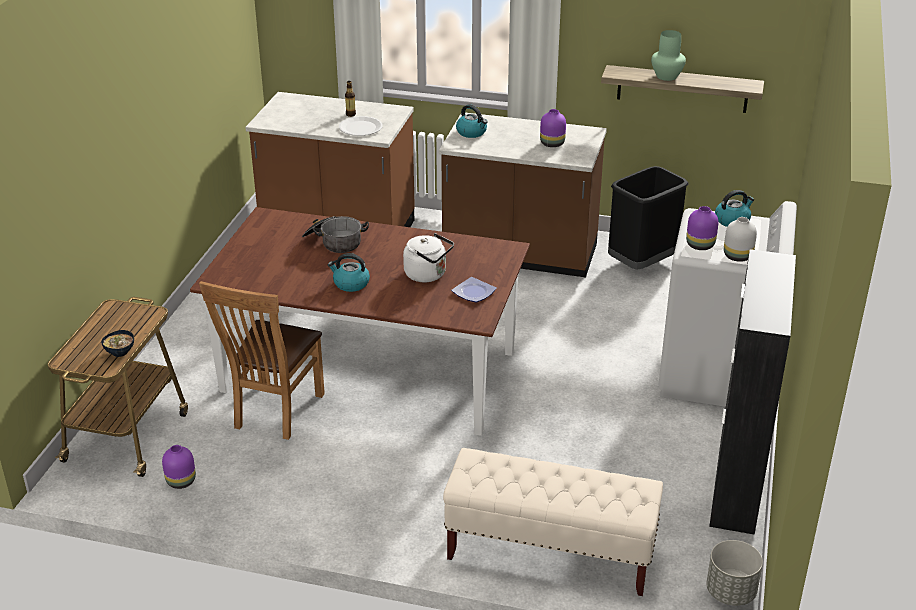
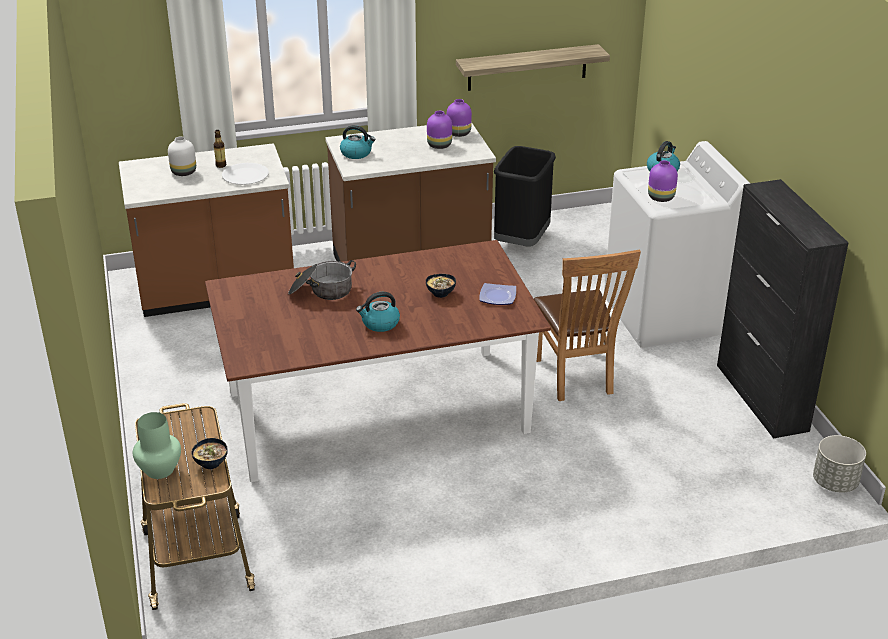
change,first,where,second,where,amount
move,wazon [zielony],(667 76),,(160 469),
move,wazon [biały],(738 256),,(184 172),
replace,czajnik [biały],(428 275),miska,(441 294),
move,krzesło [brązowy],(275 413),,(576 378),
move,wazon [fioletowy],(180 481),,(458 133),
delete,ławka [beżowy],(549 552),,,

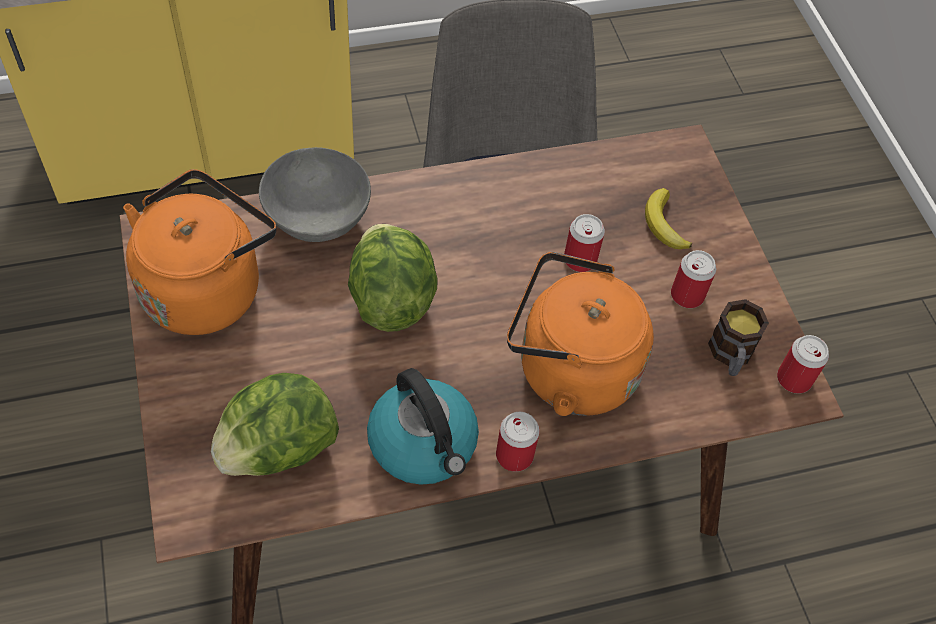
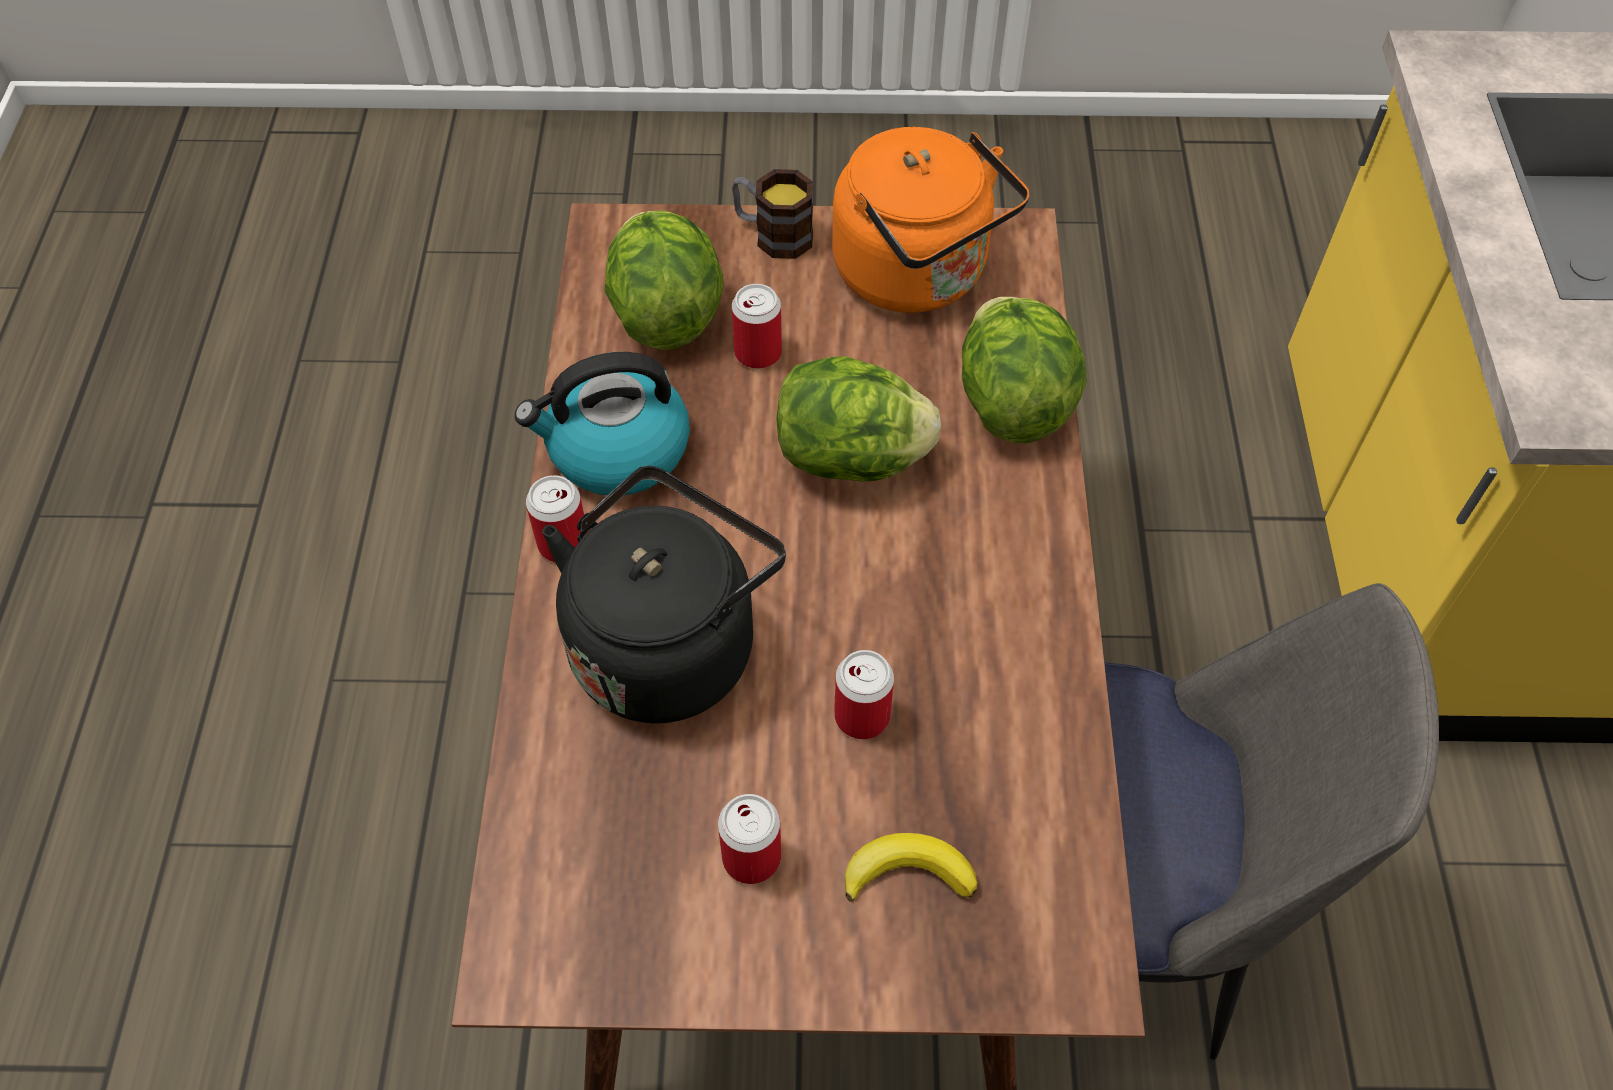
change,first,where,second,where,amount
replace,miska [szary],(317 217),sałata,(1012 401),
recolor,czajnik [pomarańczowy],(569 370),czajnik [czarny],(669 643),
move,kubek,(730 356),,(773 234),
move,puszka,(794 379),,(758 352),

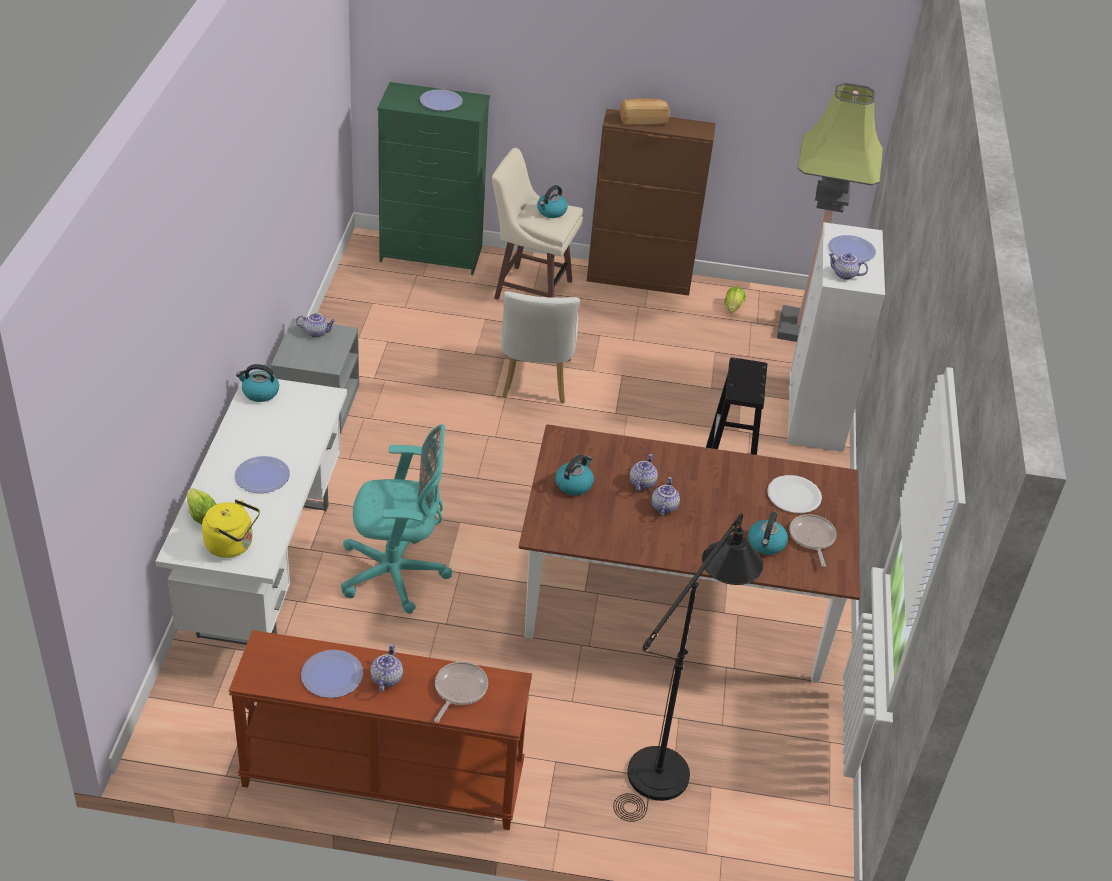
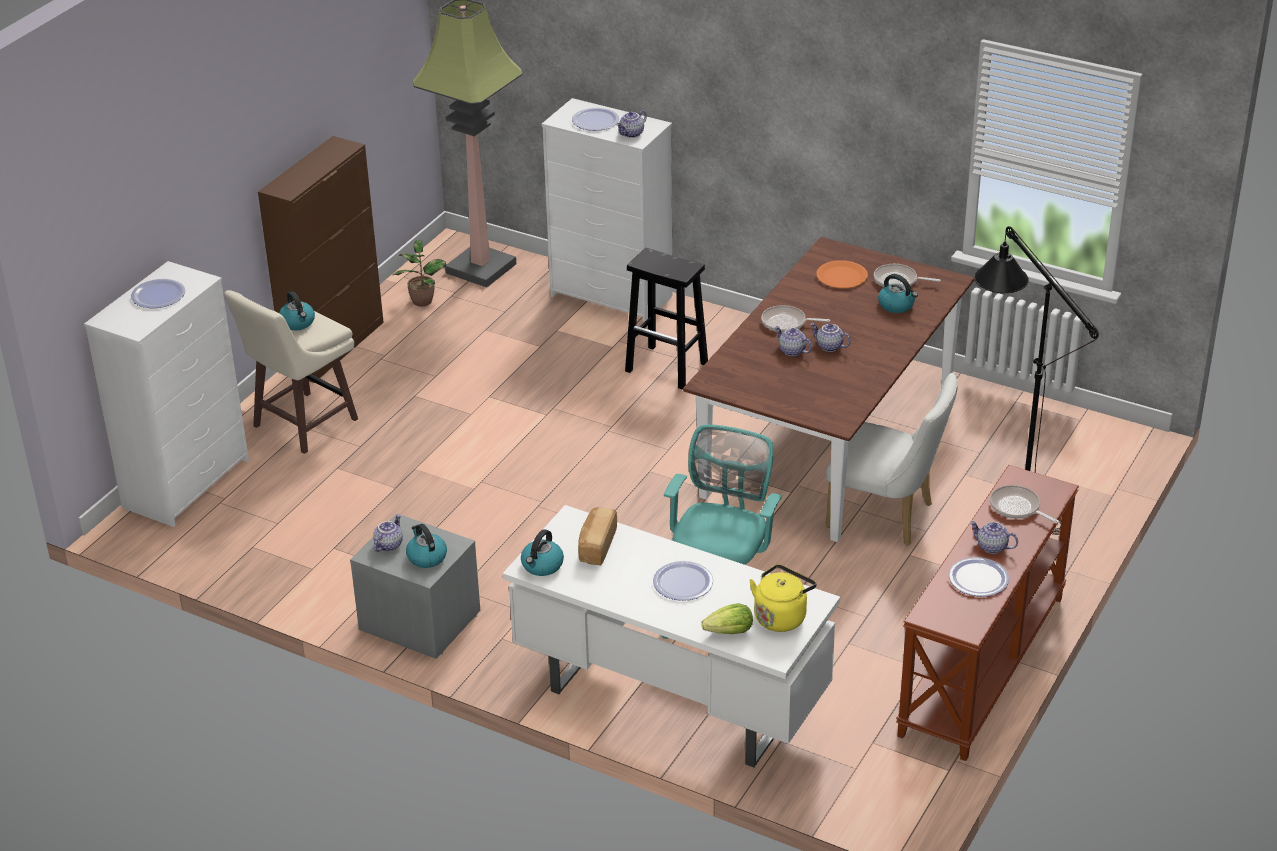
change,first,where,second,where,amount
recolor,komoda [zielony],(432 254),komoda [biały],(187 483),
move,chleb,(643 120),,(596 546),
replace,sałata,(733 308),roślina doniczkowa,(422 300),
move,krzesło [biały],(535 383),,(887 517),
move,czajnik,(574 484),,(426 557),
recolor,talerz [biały],(794 496),talerz [pomarańczowy],(842 276),
insert,,,patelnia,(786 323),

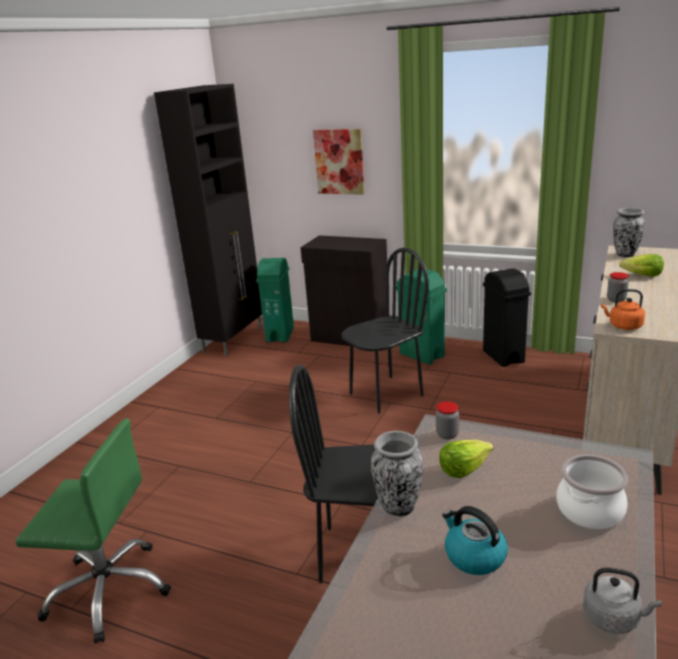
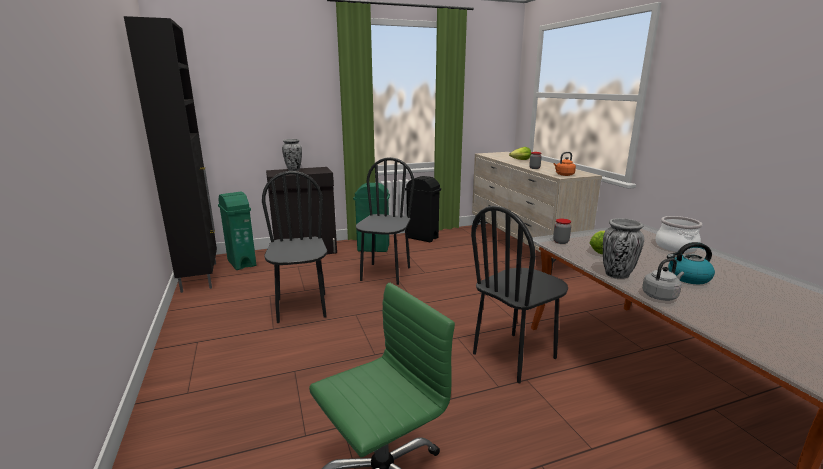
change,first,where,second,where,amount
delete,obraz,(339 161),,,
move,wazon,(625 255),,(294 170),
move,czajnik [szary],(614 618),,(661 295),
insert,,,krzesło [czarny],(301 307),

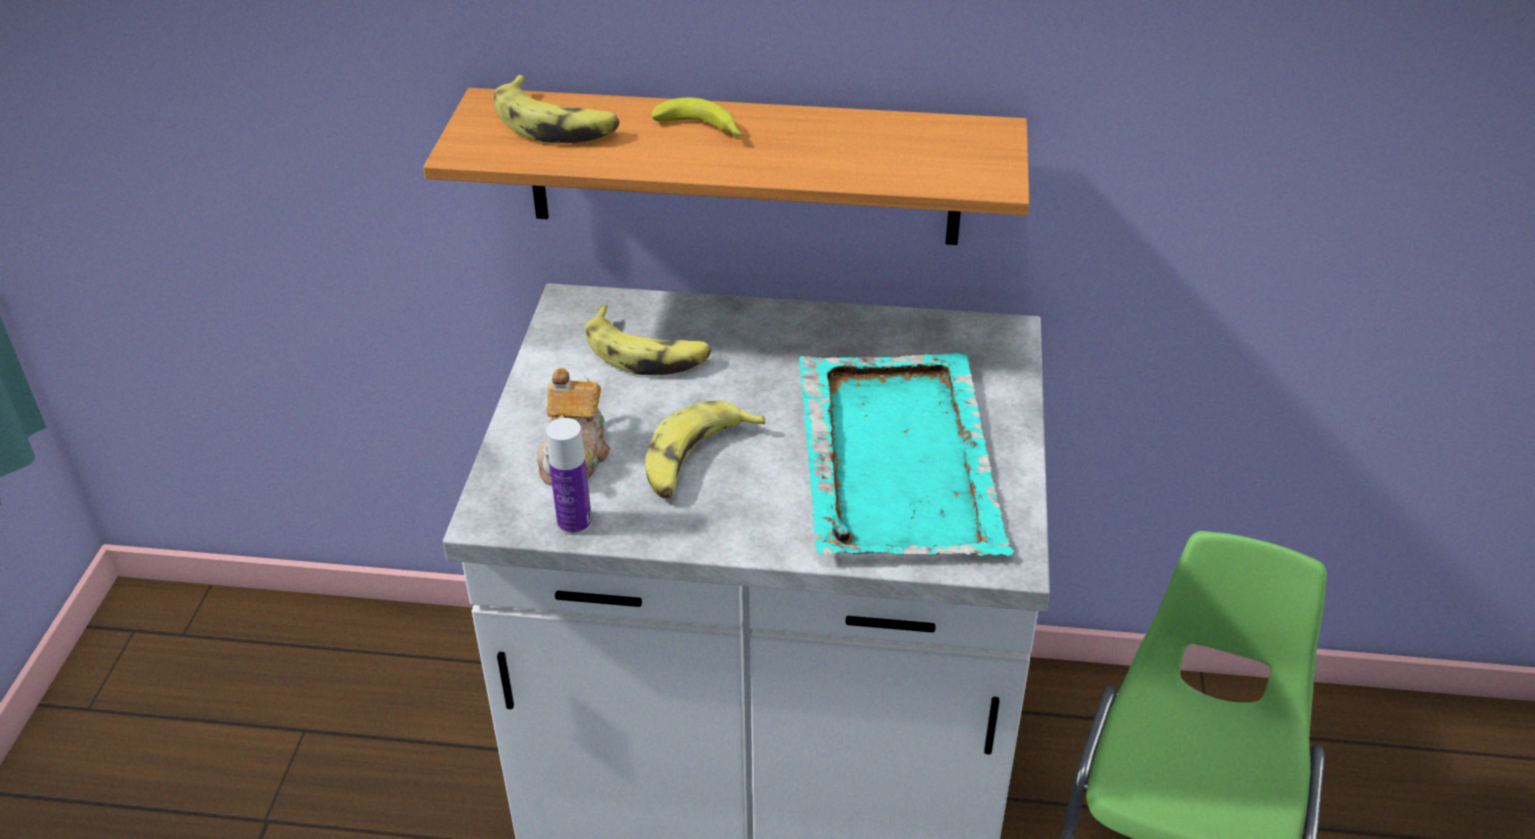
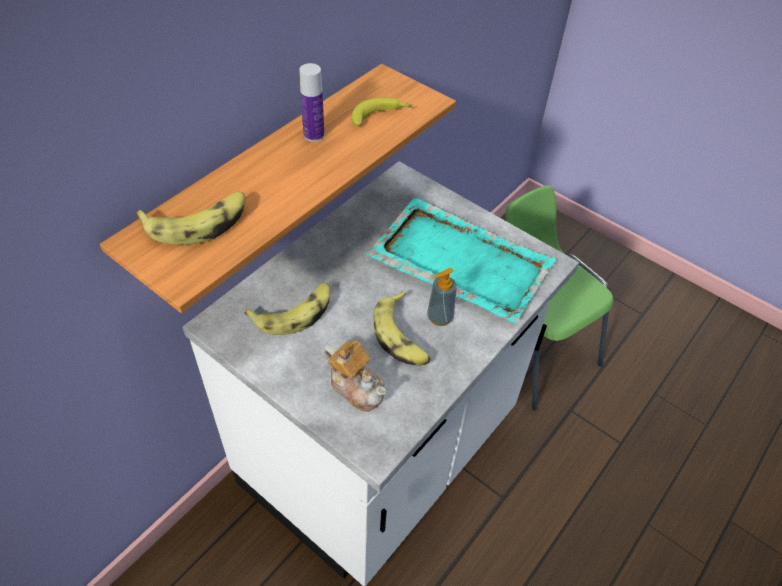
change,first,where,second,where,amount
move,banan,(702 130),,(381 116),
move,butelka,(574 523),,(314 135),
insert,,,dozownik mydła,(440 317),

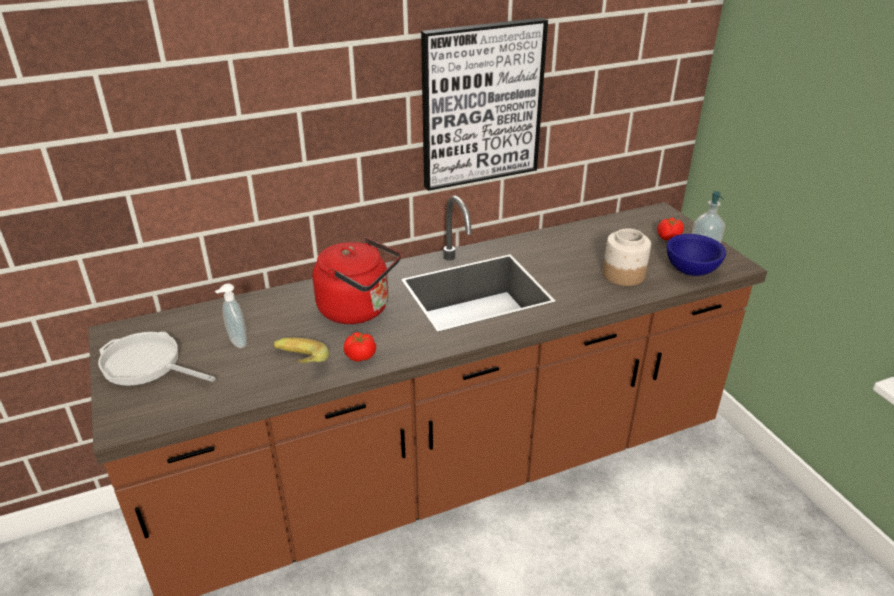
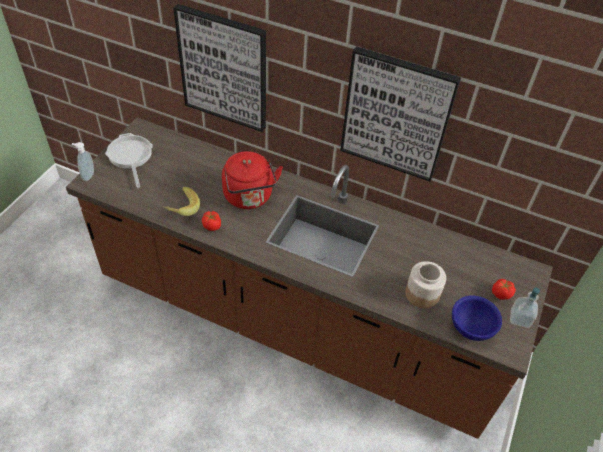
change,first,where,second,where,amount
move,dozownik mydła,(236 343),,(87 175),
insert,,,obraz,(224 68),

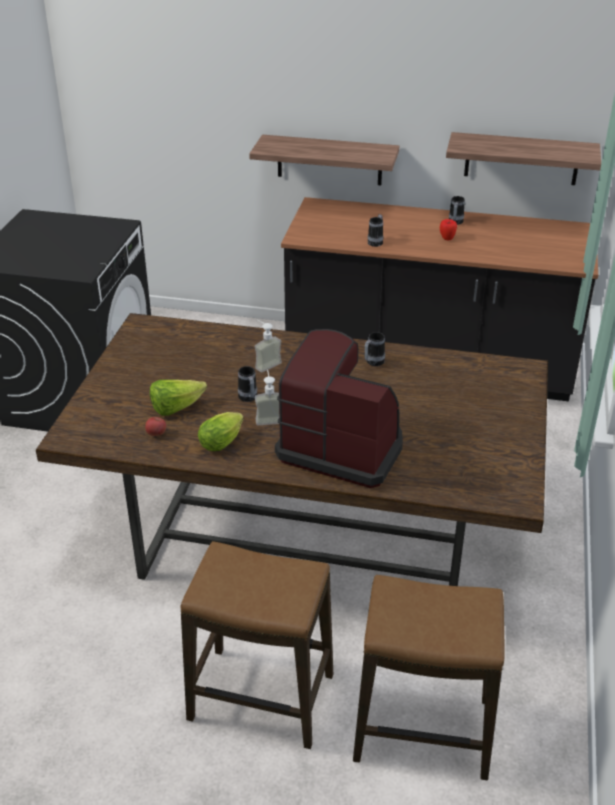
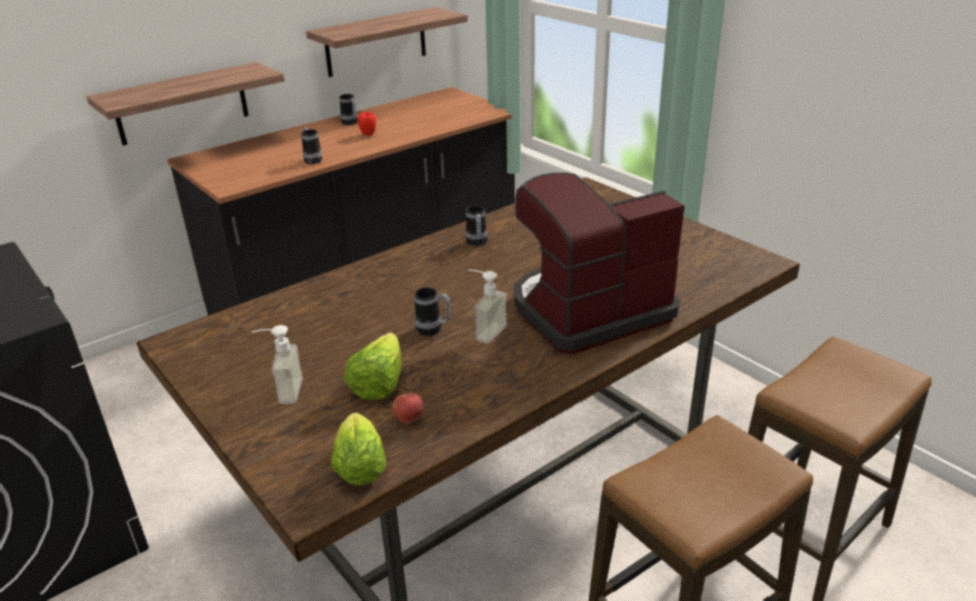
change,first,where,second,where,amount
move,dozownik mydła,(264 363),,(282 391),
move,sałata,(223 441),,(360 464),

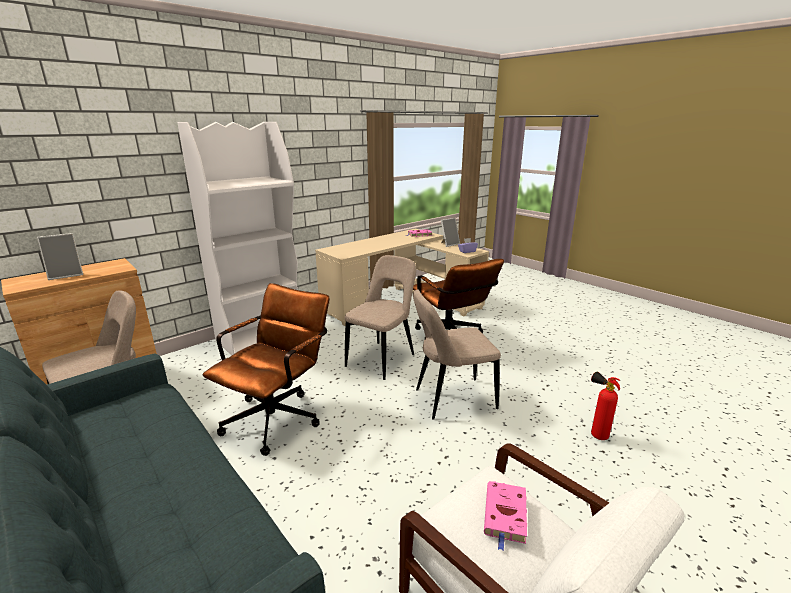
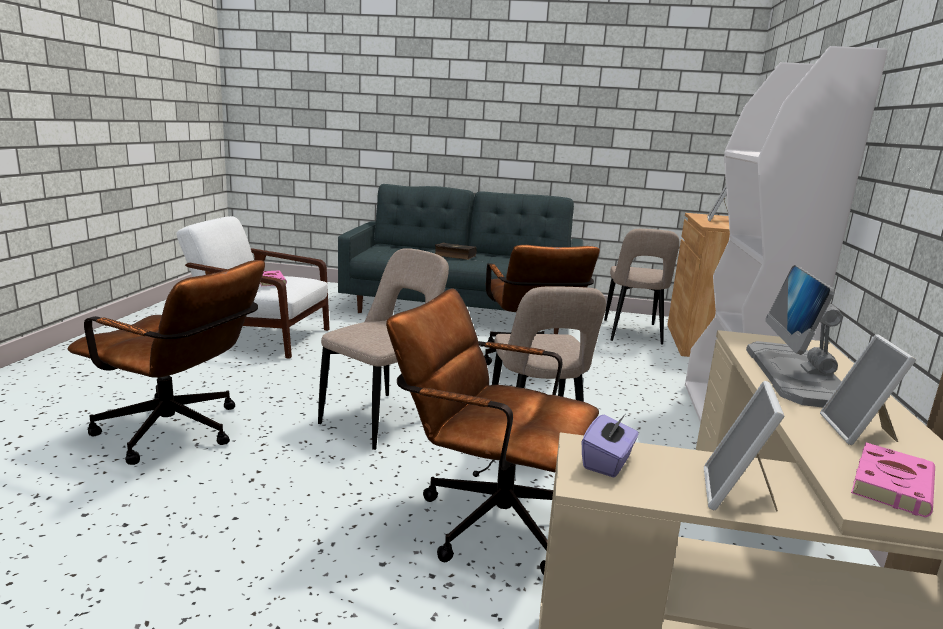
change,first,where,second,where,amount
replace,gaśnica,(595 434),krzesło biurowe [brązowy],(179 433),
insert,,,książka,(454 256),
insert,,,monitor,(796 375),
insert,,,ramka na zdjęcie,(858 432),

